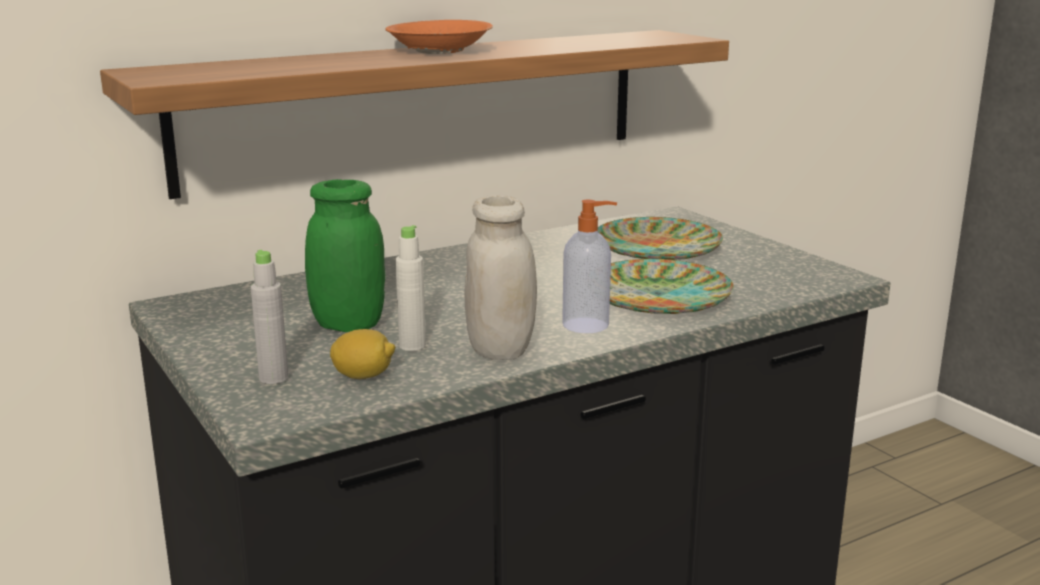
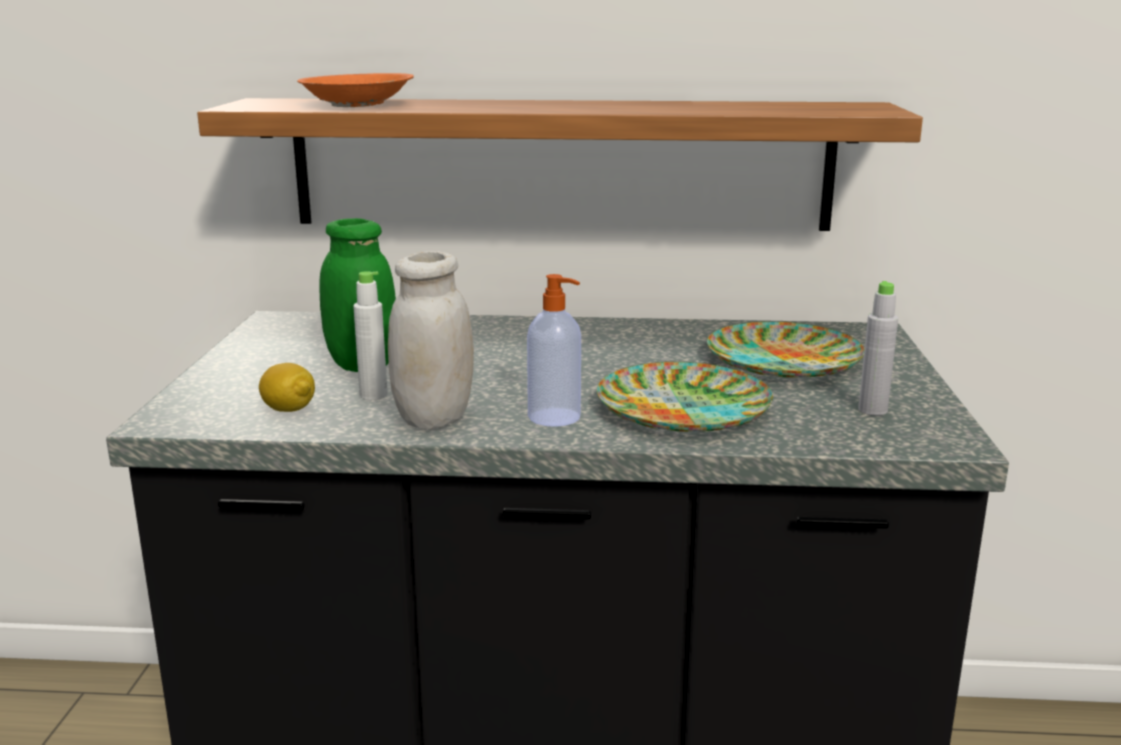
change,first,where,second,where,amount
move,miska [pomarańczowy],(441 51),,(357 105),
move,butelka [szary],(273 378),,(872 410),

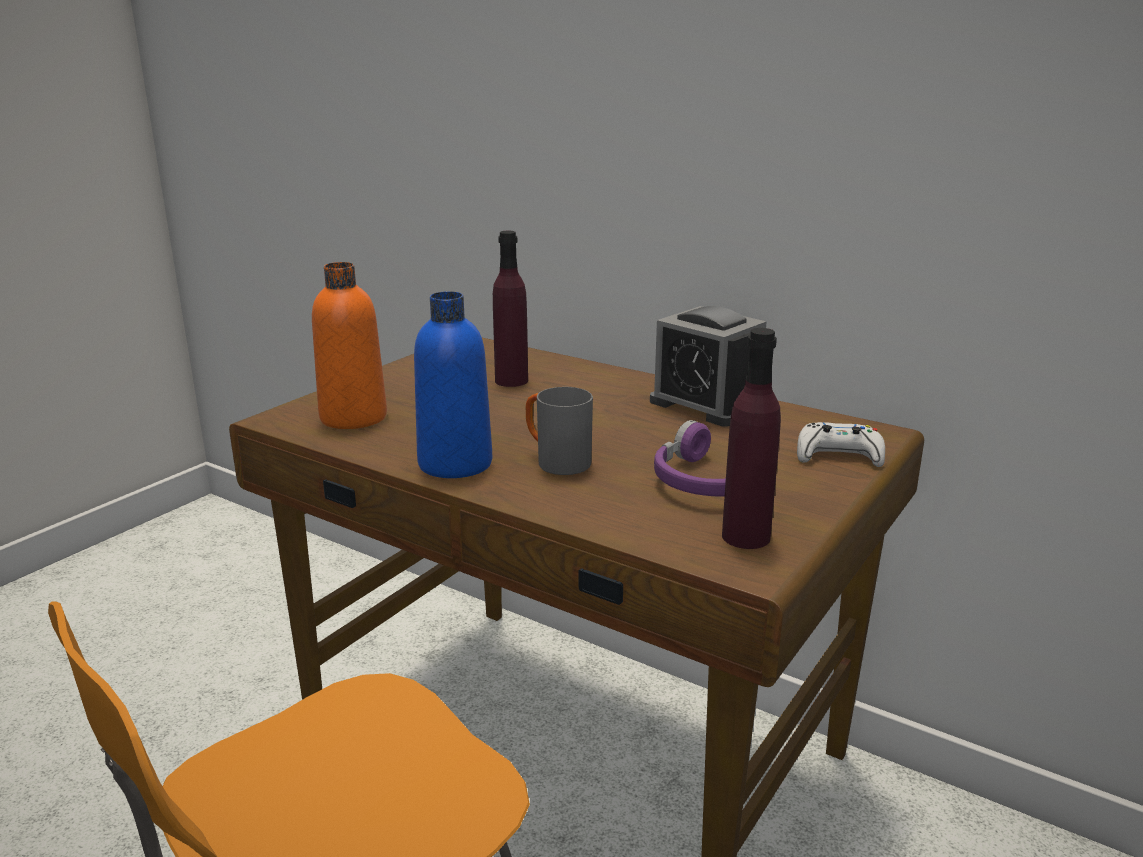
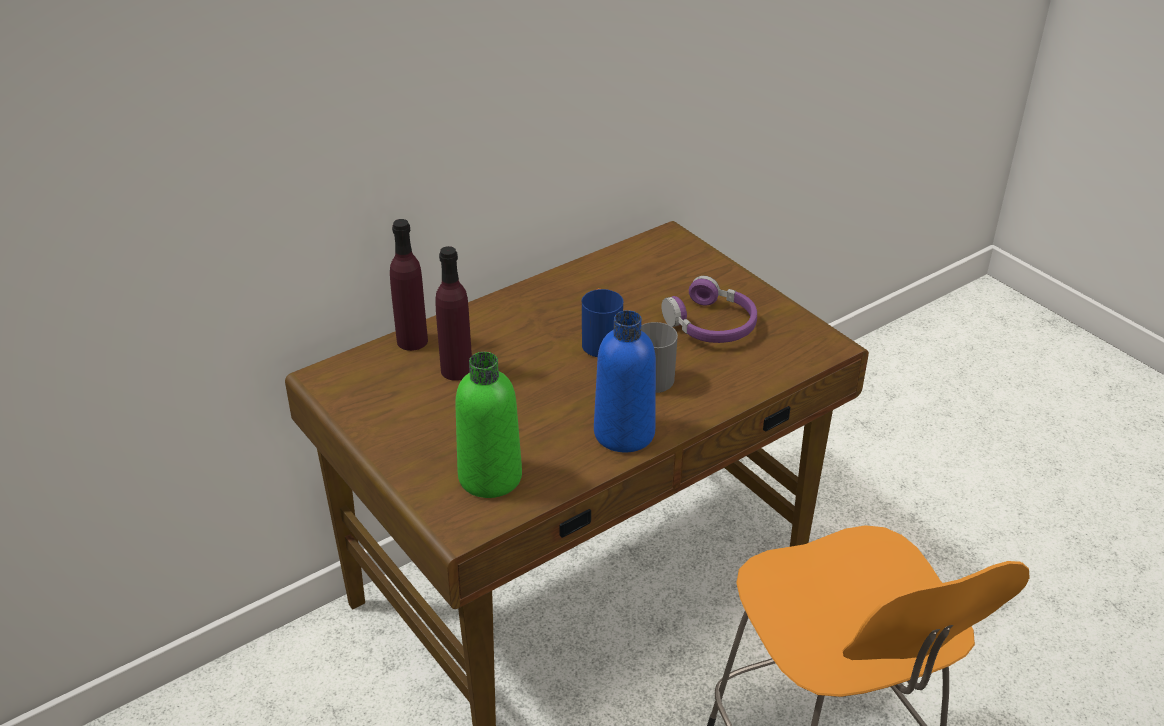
change,first,where,second,where,amount
recolor,butelka [pomarańczowy],(353 417),butelka [zielony],(490 477),
delete,budzik,(706 404),,,
move,butelka [fioletowy],(745 536),,(412 341),
delete,pad do gier [biały],(838 456),,,
insert,,,kubek [niebieski],(600 341),

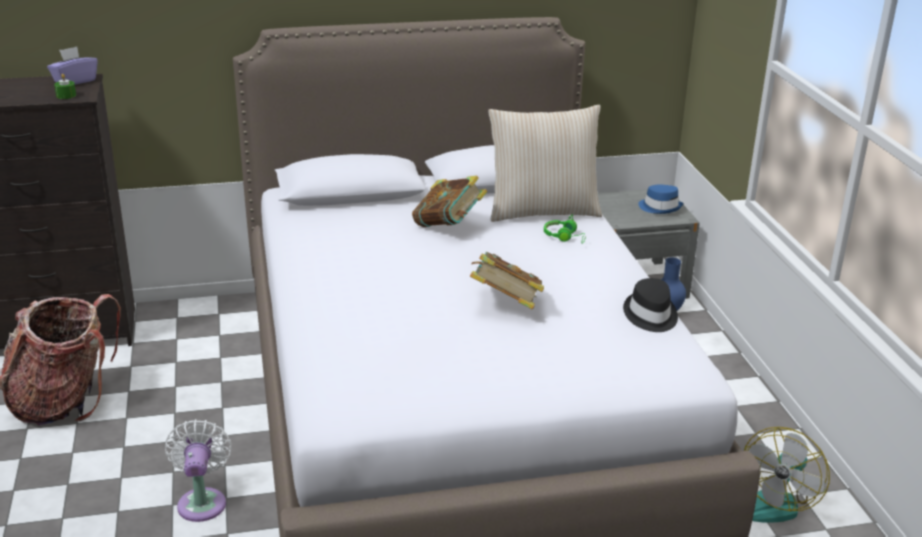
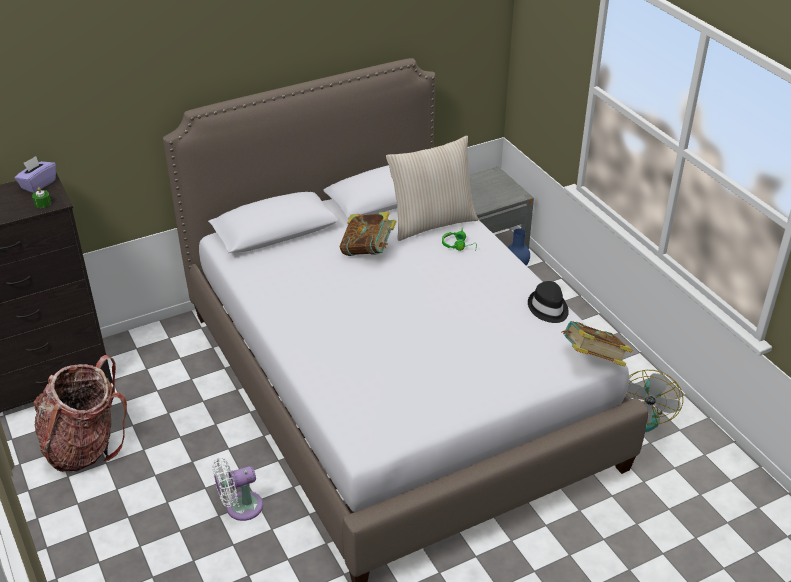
change,first,where,second,where,amount
delete,kapelusz [niebieski],(660 207),,,
move,książka,(505 305),,(592 360),
rotate,wentylator [biały],(202 501),,(240 507),90 degrees counterclockwise

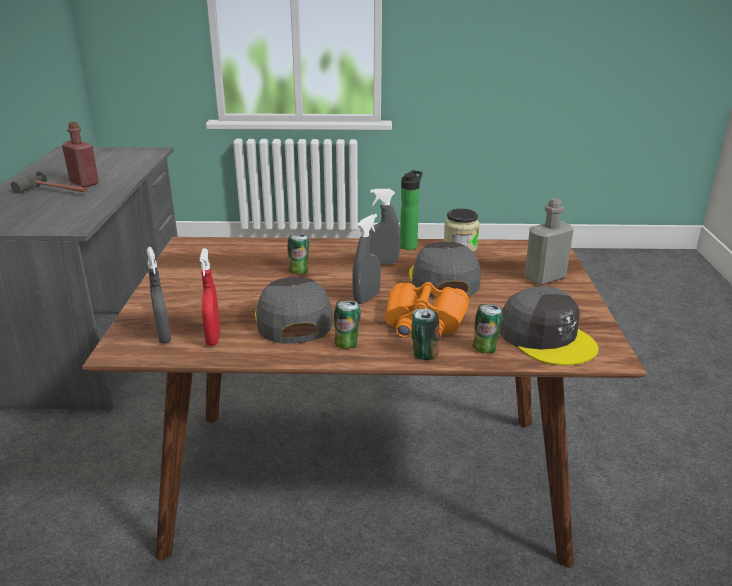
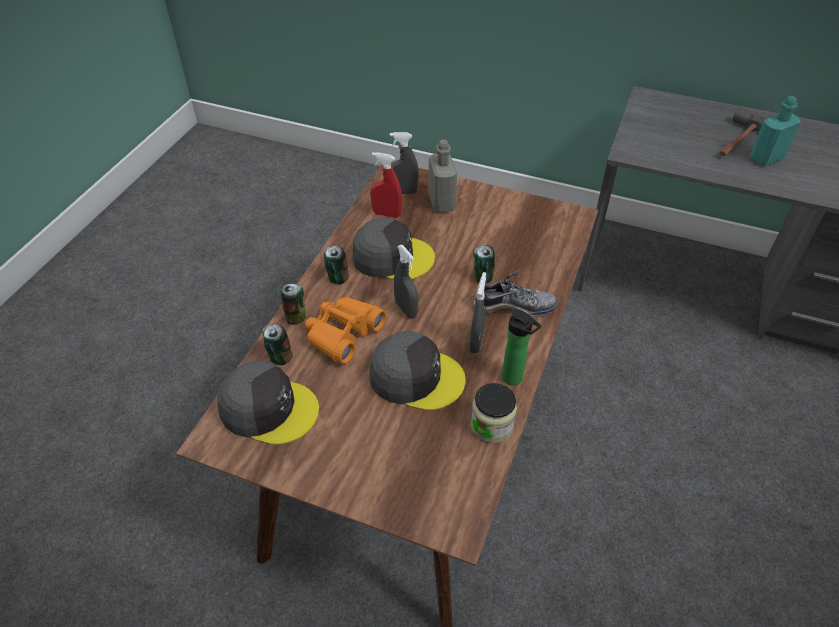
change,first,where,second,where,amount
recolor,butelka [czerwony],(84 183),butelka [turkusowy],(766 158),
move,butelka [szary],(545 278),,(441 203),
rotate,czapka z daszkiem [szary],(546 338),,(268 408),150 degrees counterclockwise
insert,,,but,(514 306),

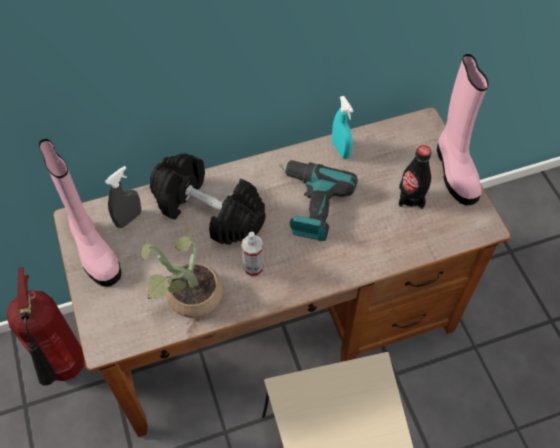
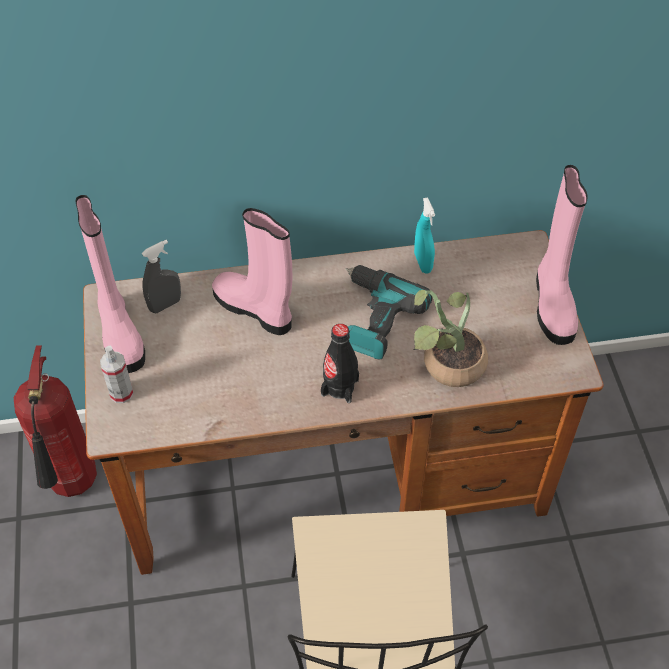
change,first,where,second,where,amount
move,butelka [czarny],(411 197),,(340 387),
replace,hantel [czarny],(208 211),but z cholewką [różowy],(255 309),
move,spryskiwacz,(253 268),,(121 393),
move,roślina doniczkowa,(188 297),,(446 366),

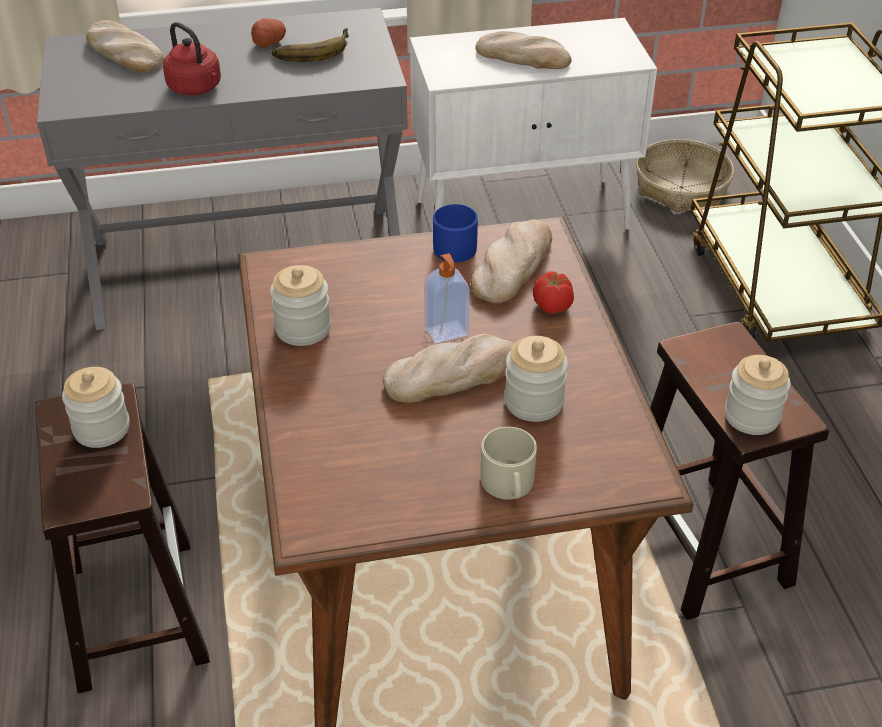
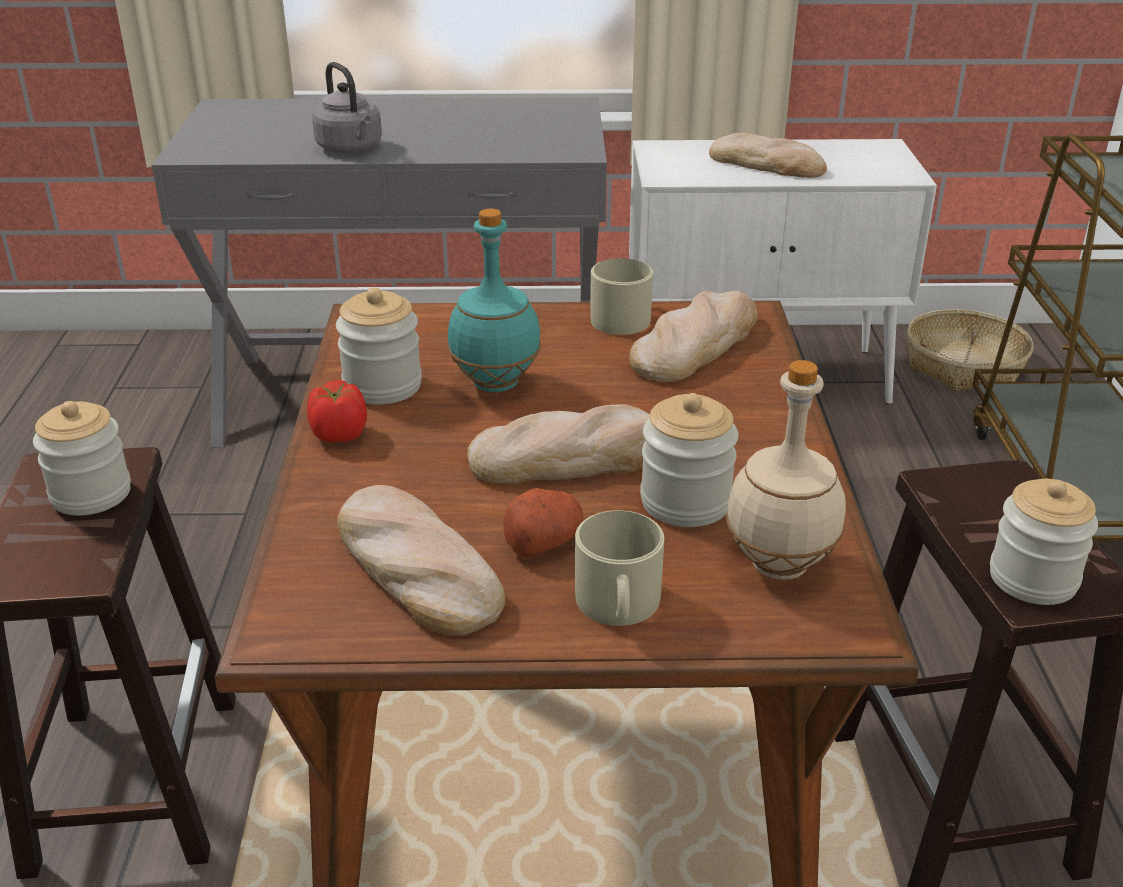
change,first,where,second,where,amount
move,ziemniak,(269 42),,(543 541),
move,chleb,(123 52),,(414 567),
recolor,czajnik [czerwony],(196 88),czajnik [szary],(351 149),
delete,banan,(311 50),,,
recolor,kubek [niebieski],(456 245),kubek [beżowy],(623 317),
delete,dozownik mydła,(447 332),,,
move,pomidor,(552 306),,(338 435),
insert,,,butelka [turkusowy],(496 384),
insert,,,butelka [beżowy],(777 564),

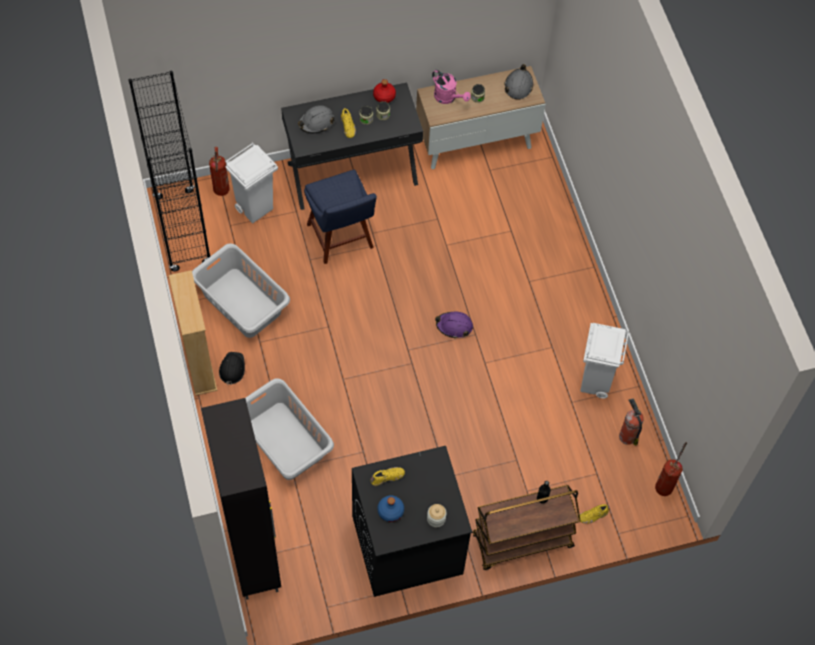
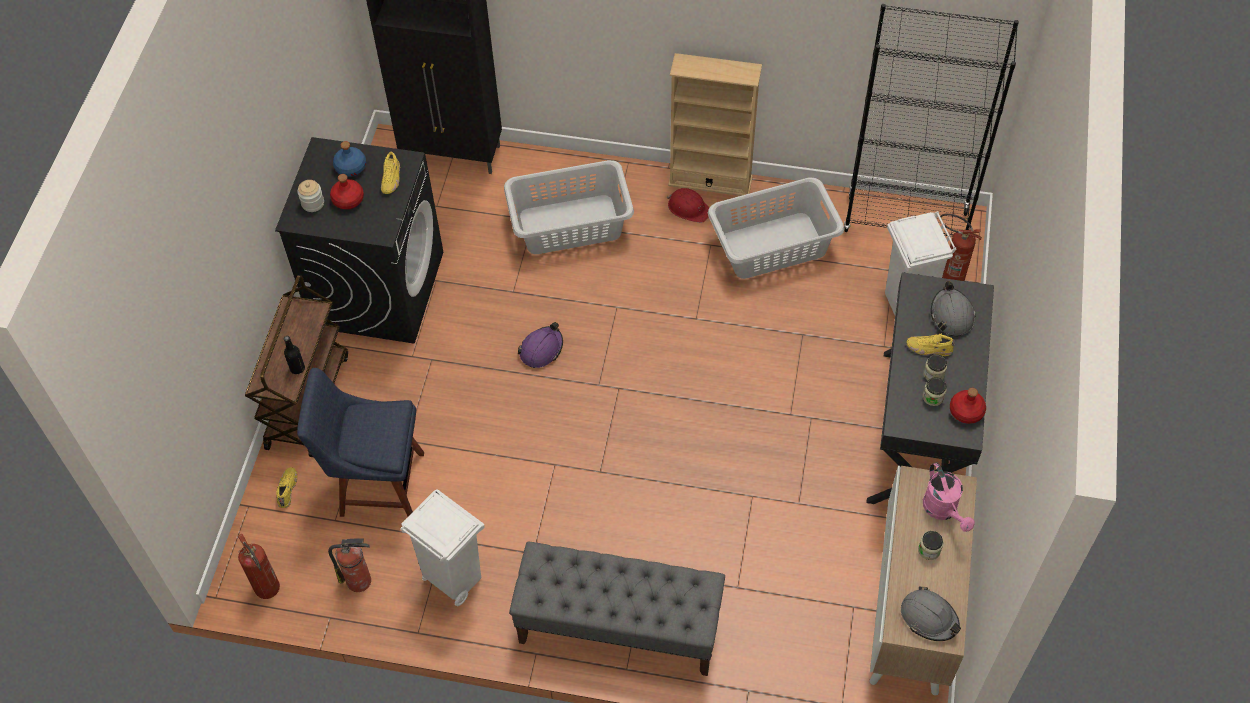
change,first,where,second,where,amount
rotate,konewka [różowy],(448 98),,(943 510),90 degrees counterclockwise
move,krzesło [niebieski],(341 239),,(376 483),
move,kask [fioletowy],(454 326),,(541 349),
recolor,kask [czarny],(232 369),kask [czerwony],(688 208),
insert,,,butelka [czerwony],(347 200),
insert,,,ławka [szary],(618 627),

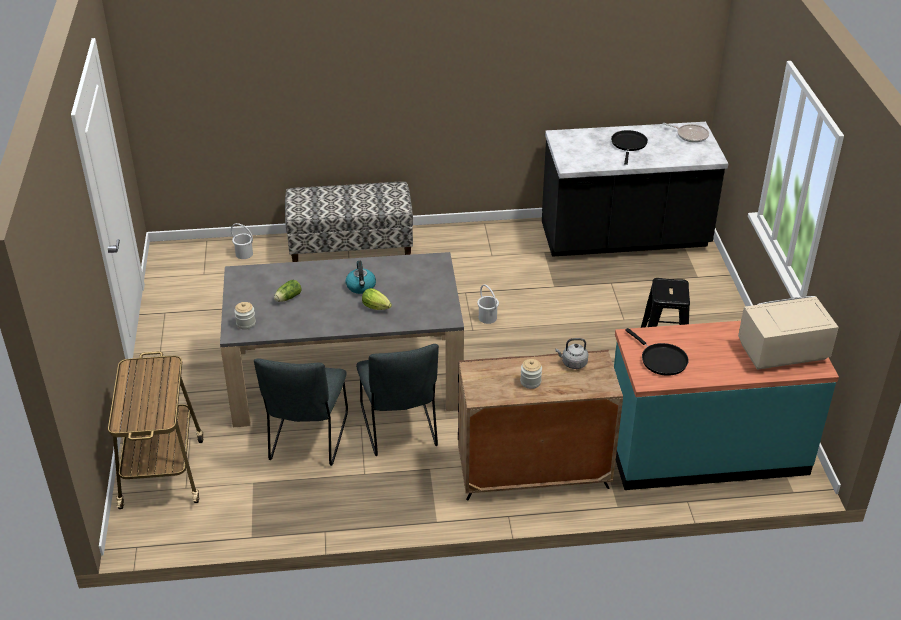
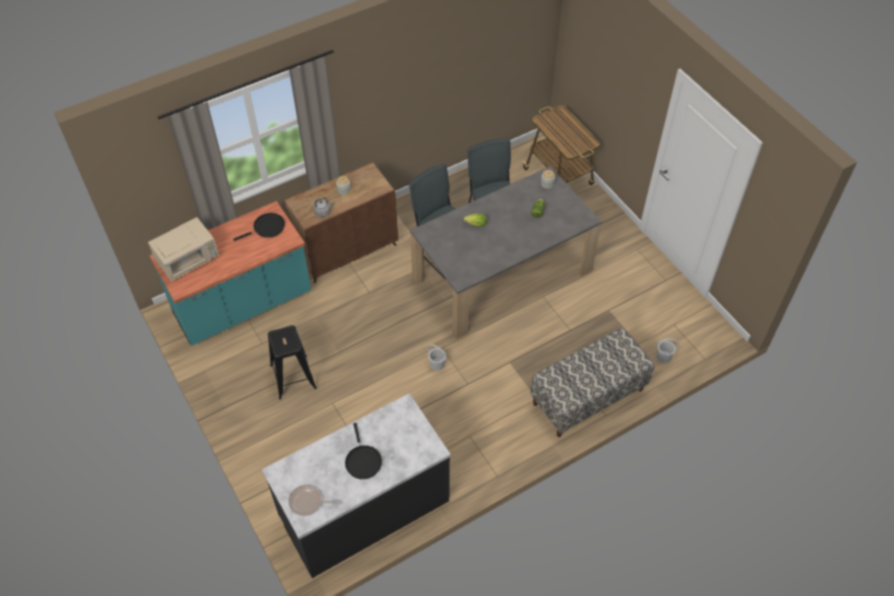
change,first,where,second,where,amount
delete,czajnik,(361 287),,,
rotate,patelnia [czarny],(661 360),,(267 228),120 degrees clockwise

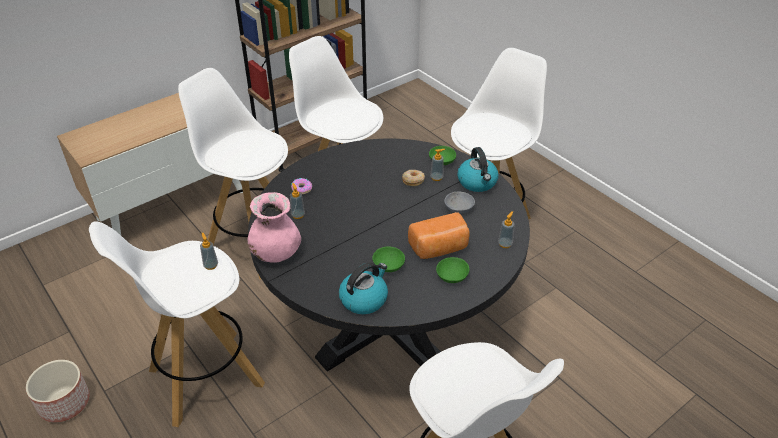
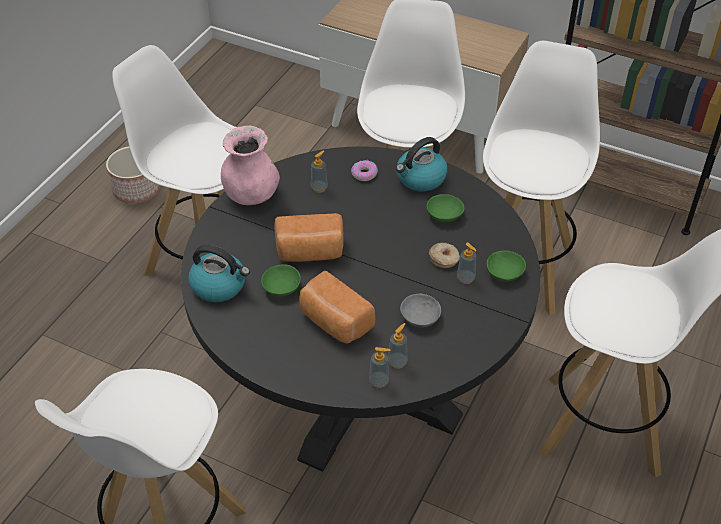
change,first,where,second,where,amount
move,czajnik,(477 182),,(420 179),
move,dozownik mydła,(211 265),,(397 362),
move,miska [zielony],(451 275),,(445 214),
insert,,,chleb,(310 252),

